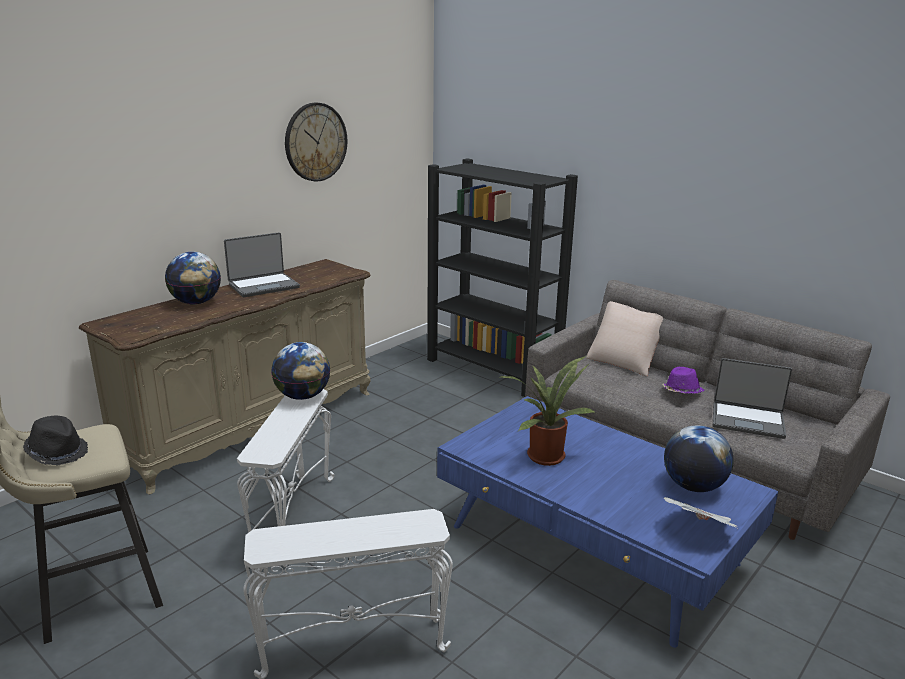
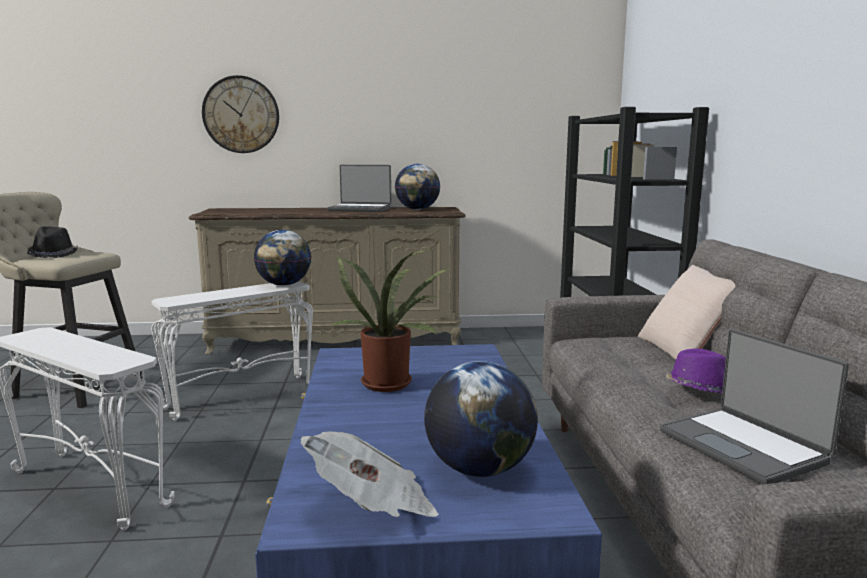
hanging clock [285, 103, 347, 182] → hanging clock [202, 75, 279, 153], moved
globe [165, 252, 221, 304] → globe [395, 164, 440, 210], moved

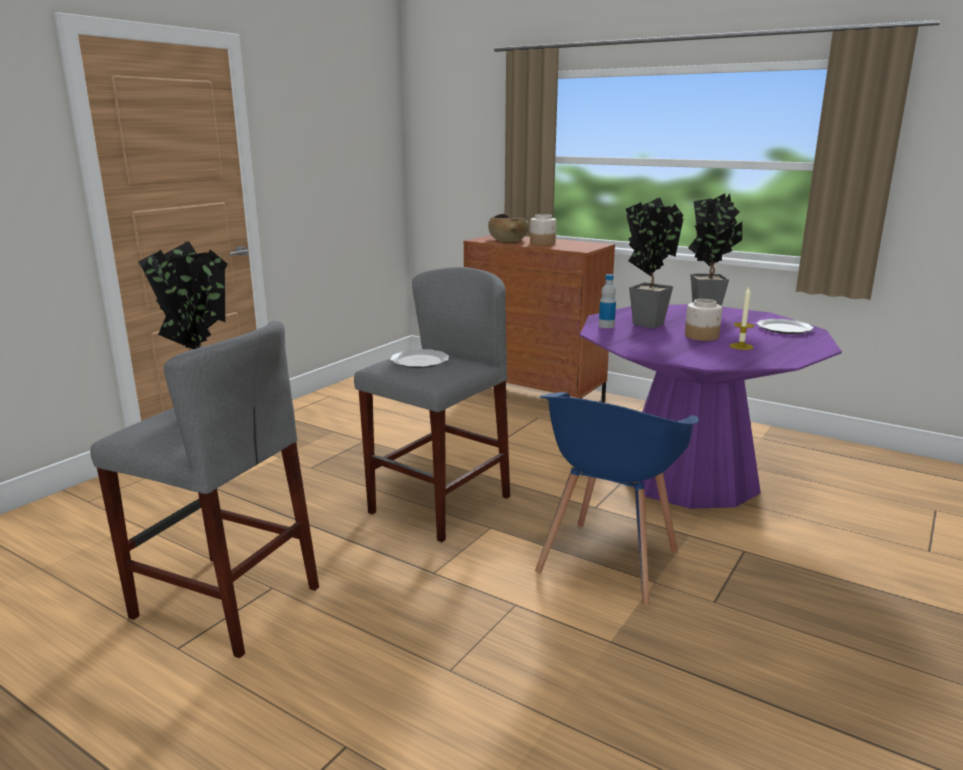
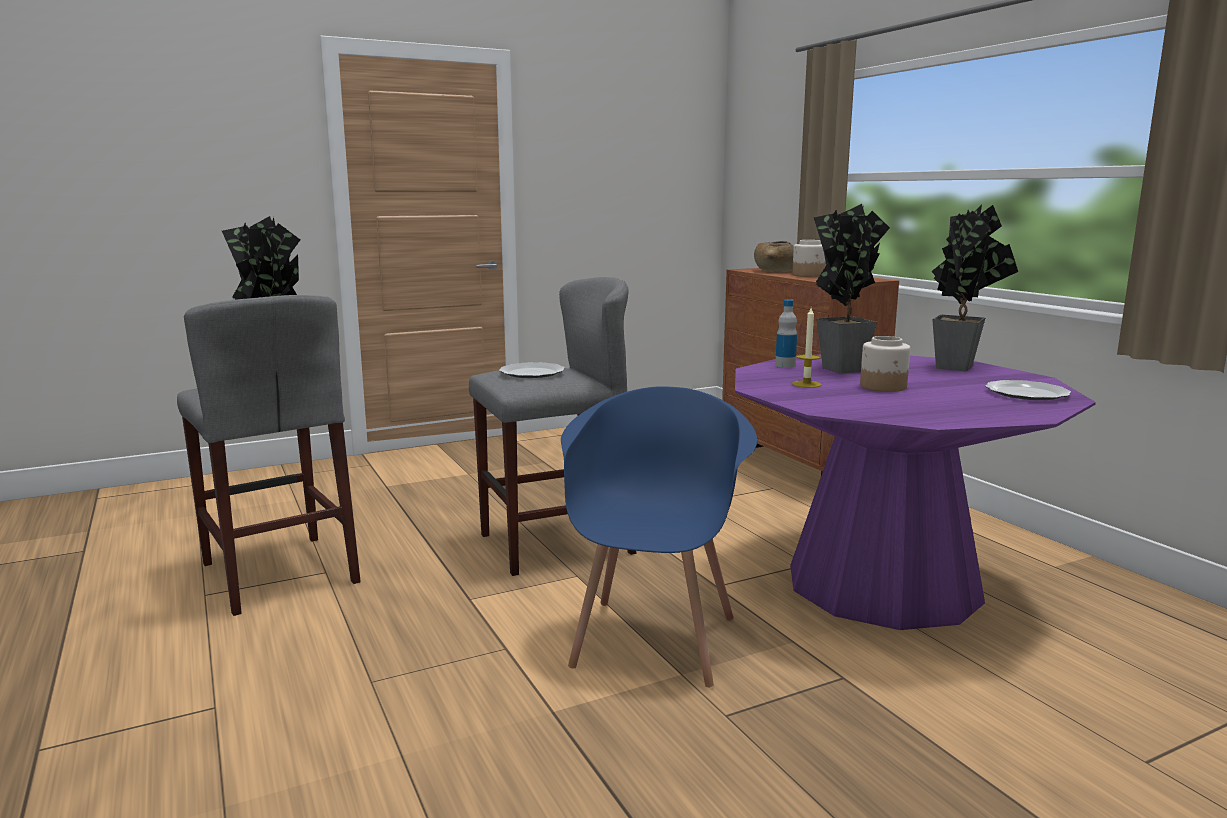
blue-coloured chair [535, 392, 699, 606] → blue-coloured chair [561, 386, 757, 688], 135 degrees clockwise
candle [730, 286, 754, 350] → candle [792, 308, 822, 388], moved

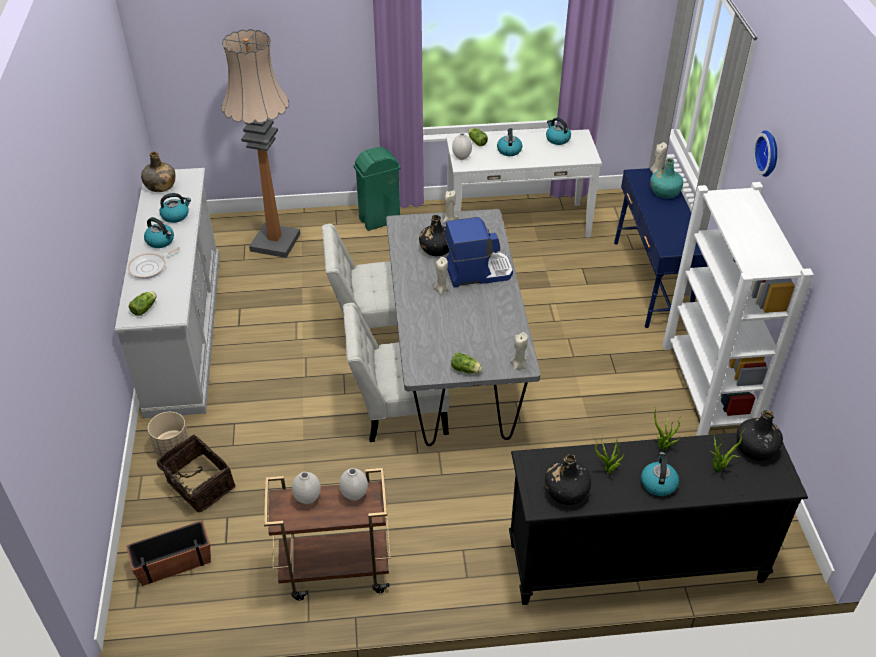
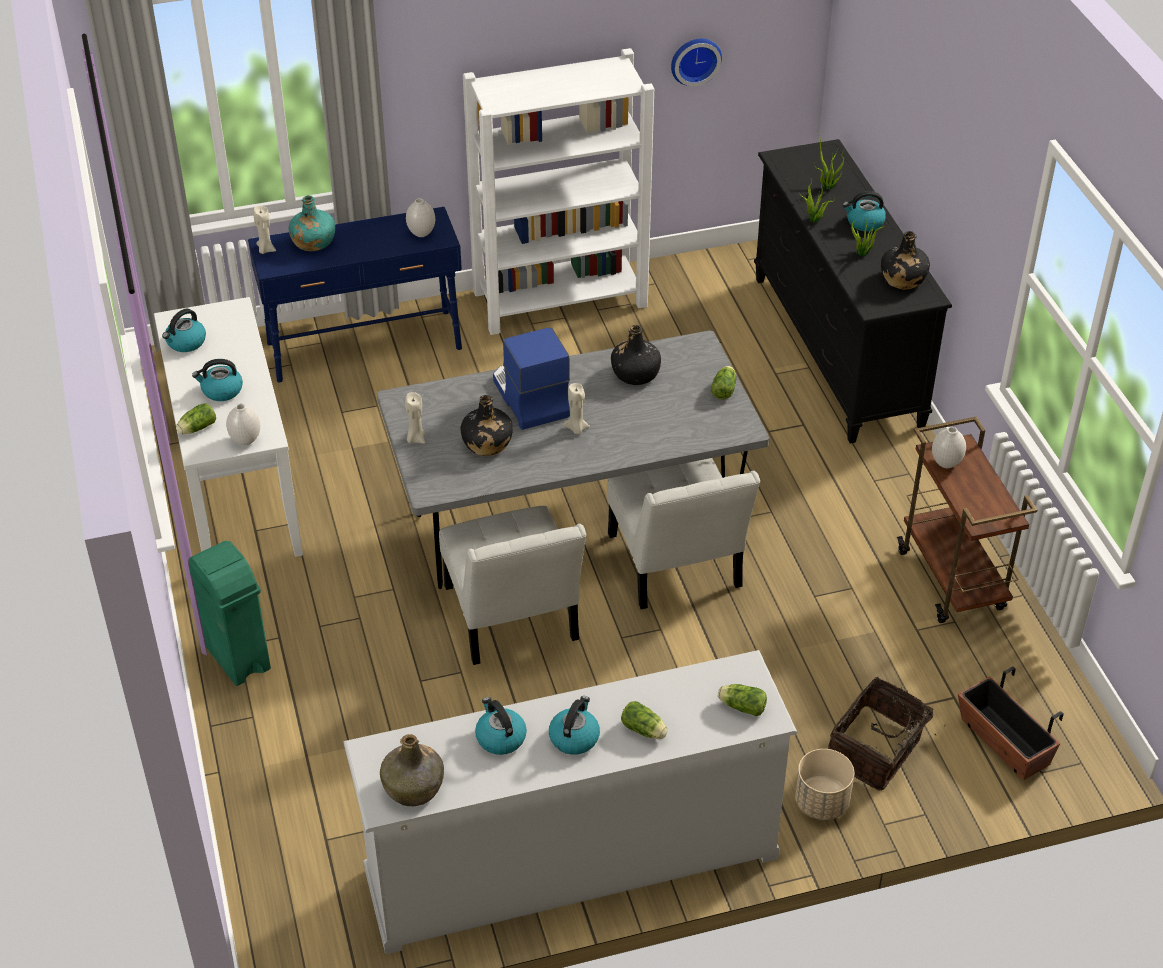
white-coloured decorative vase [292, 472, 321, 504] → white-coloured decorative vase [406, 198, 435, 237], moved
black-coloured beverage bottle [737, 410, 783, 461] → black-coloured beverage bottle [611, 325, 661, 385], moved
skillet [127, 247, 180, 279] → lettuce head [621, 701, 668, 739]
hanging clock [753, 130, 777, 177] → hanging clock [671, 39, 722, 86], moved
standing lamp [221, 29, 300, 258] → -
sand-coloured candle [511, 332, 528, 370] → -

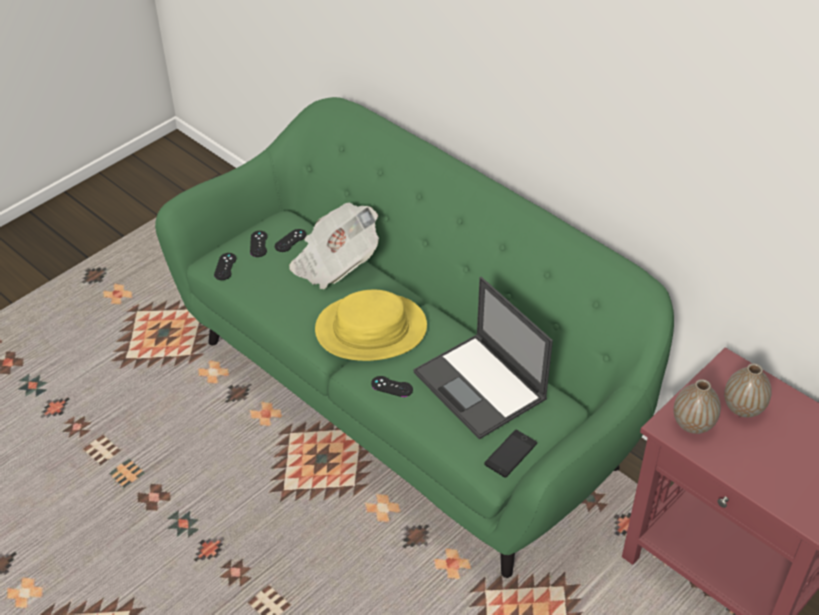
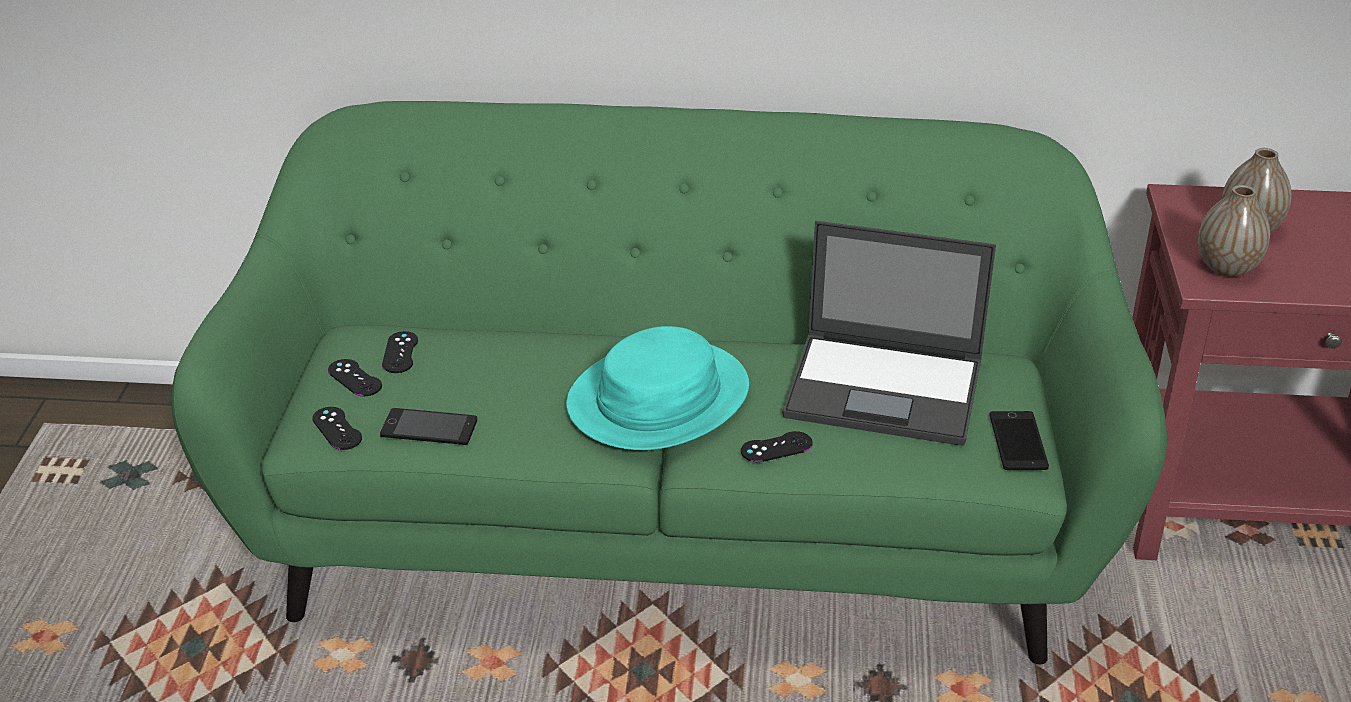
- → handset [380, 408, 477, 445]
yellow-coloured clothing hat [315, 290, 427, 361] → turquoise-coloured clothing hat [566, 326, 749, 450]
printed paper [289, 203, 379, 290] → -

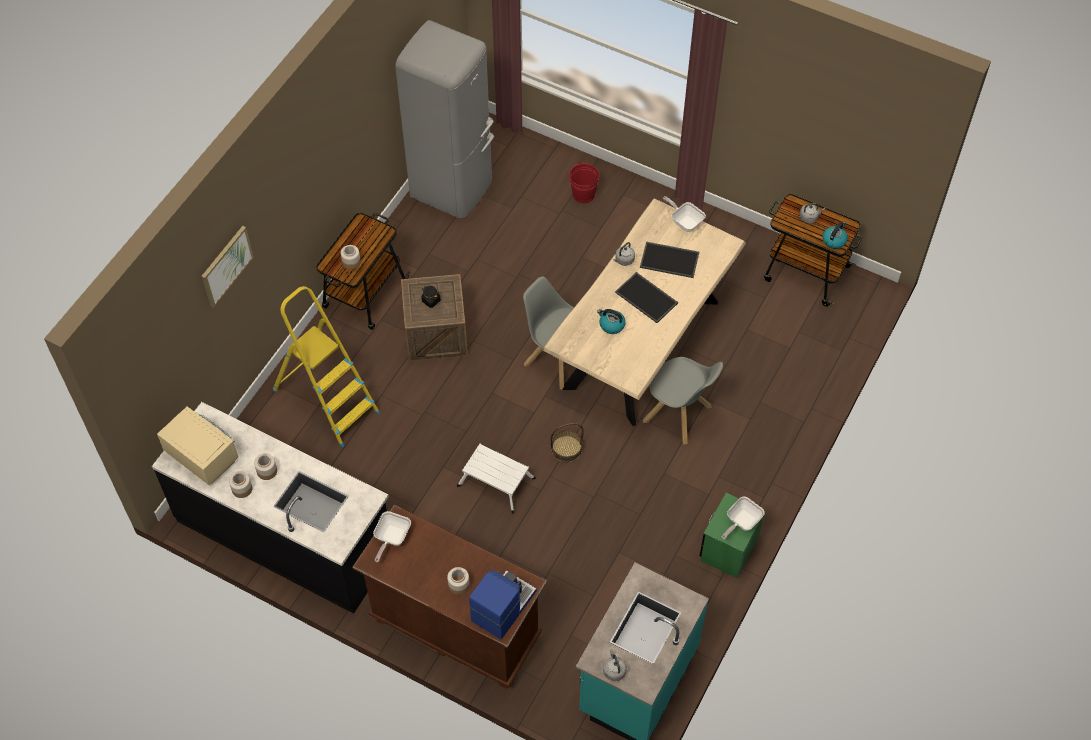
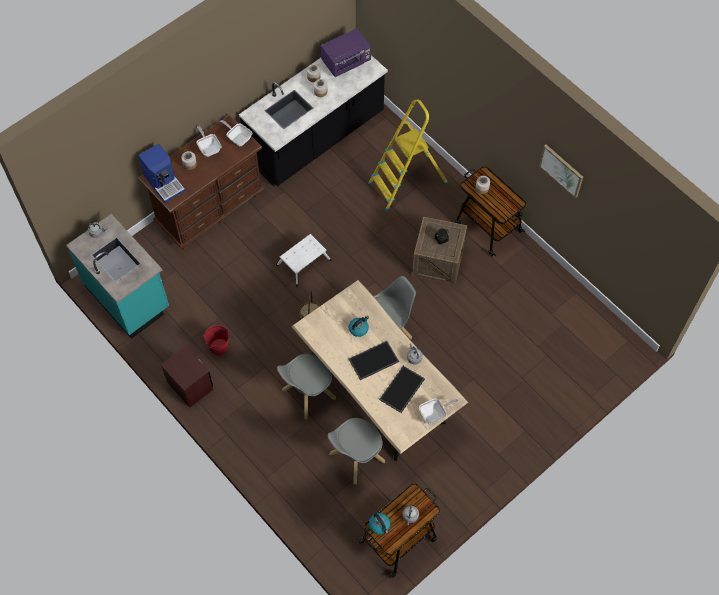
greenish bedside table [700, 493, 765, 578] → brown-coloured bedside table [161, 346, 213, 408]
skillet [722, 496, 765, 539] → skillet [197, 126, 221, 157], moved
reddish bucket [569, 162, 599, 203] → reddish bucket [203, 325, 231, 356], moved
sand-coloured kitchen microwave [157, 406, 239, 485] → purple kitchen microwave [321, 28, 371, 77]
- → grey chair [328, 418, 385, 485]
picture [201, 226, 254, 307] → picture [539, 145, 583, 198], moved
grey kitchen fridge [395, 20, 494, 218] → -

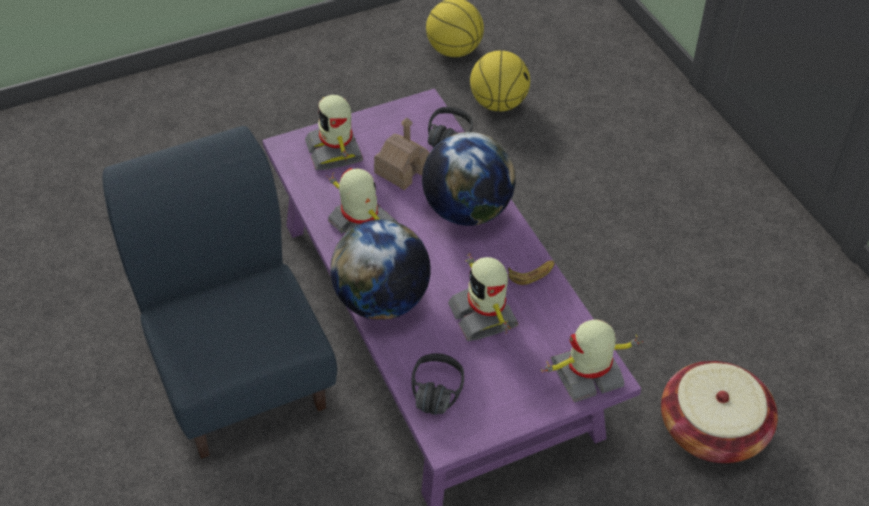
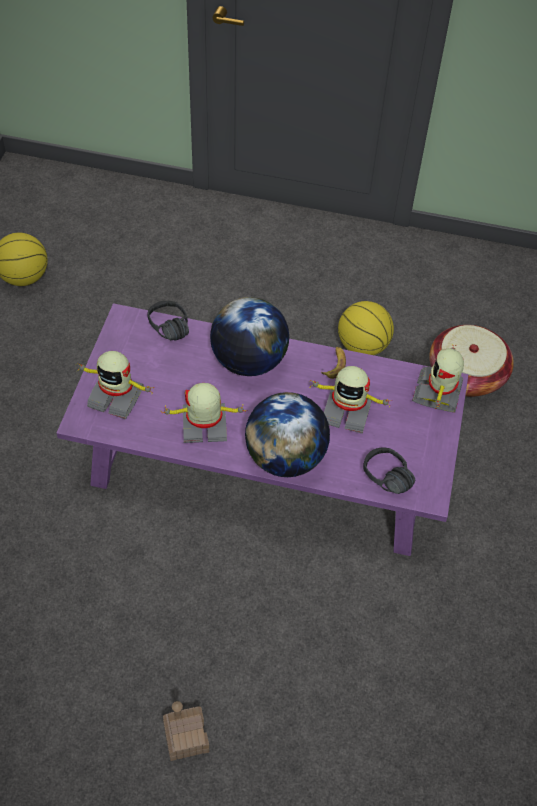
model house [374, 118, 429, 190] → model house [163, 701, 209, 761], moved
basketball ball [470, 50, 530, 111] → basketball ball [338, 301, 394, 355], moved
blue-coloured chair [102, 126, 337, 459] → -

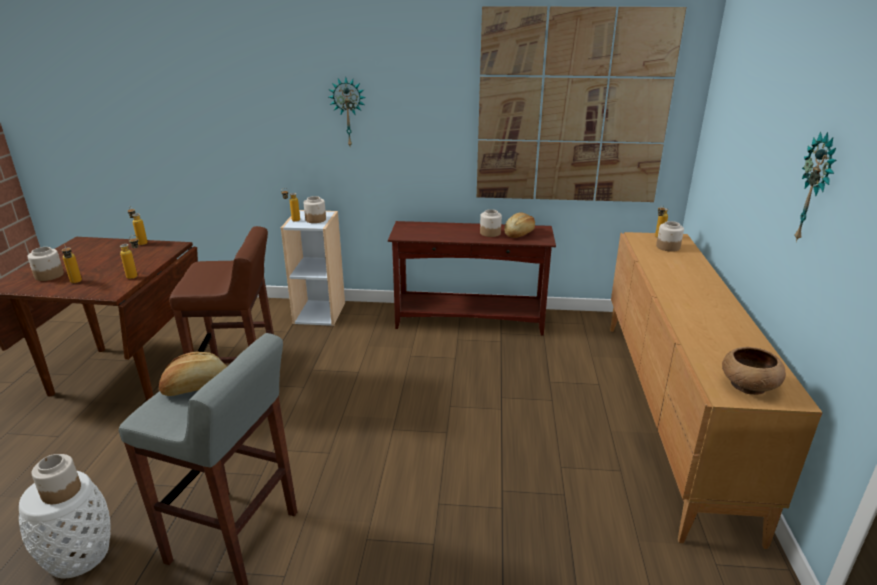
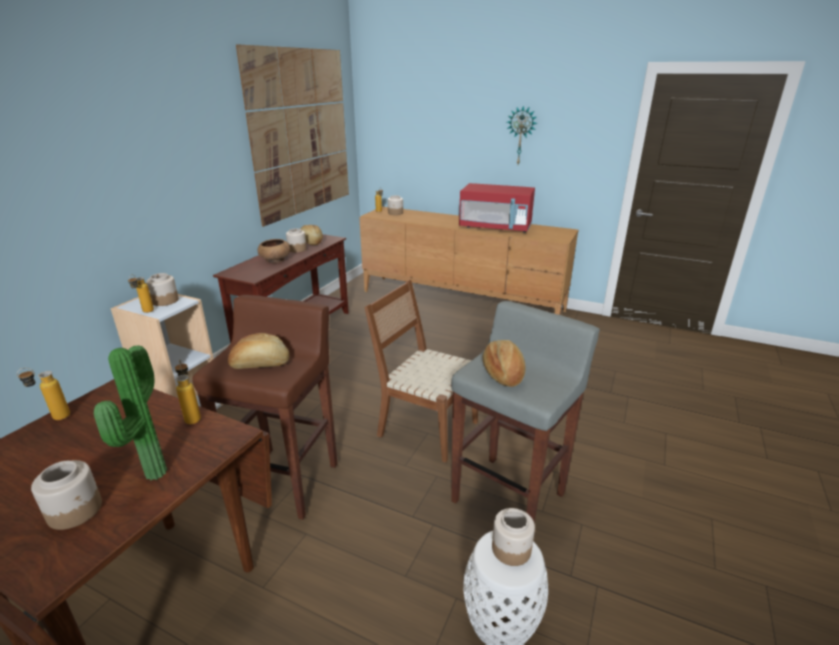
beverage bottle [62, 246, 82, 283] → houseplant [94, 346, 167, 480]
- → baked bread [228, 333, 290, 369]
brown-coloured bowl [722, 347, 786, 395] → brown-coloured bowl [258, 239, 290, 263], moved
- → chair [365, 280, 478, 463]
- → reddish kitchen microwave [459, 183, 535, 233]
hanging clock [329, 77, 366, 146] → -

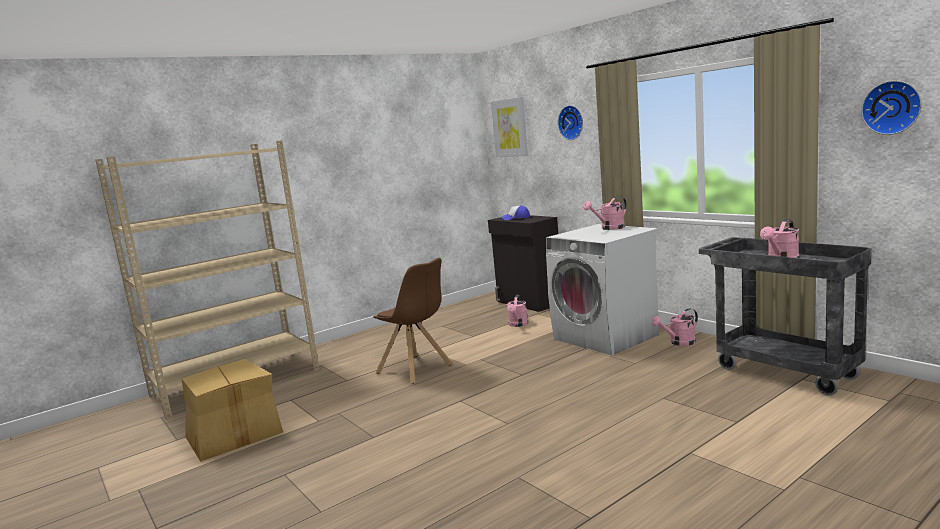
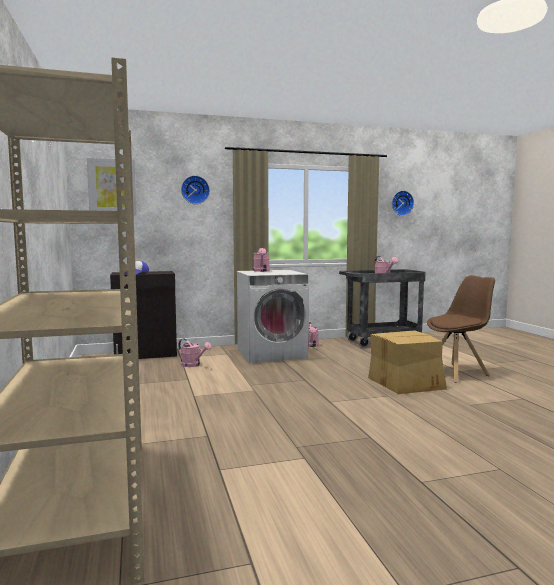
packing box [182, 359, 283, 462] → packing box [368, 330, 447, 394], moved
brown-coloured chair [373, 258, 453, 384] → brown-coloured chair [427, 275, 495, 383], moved

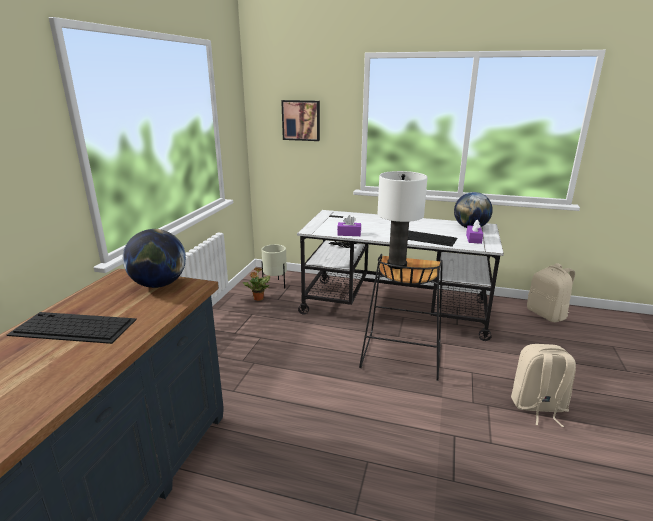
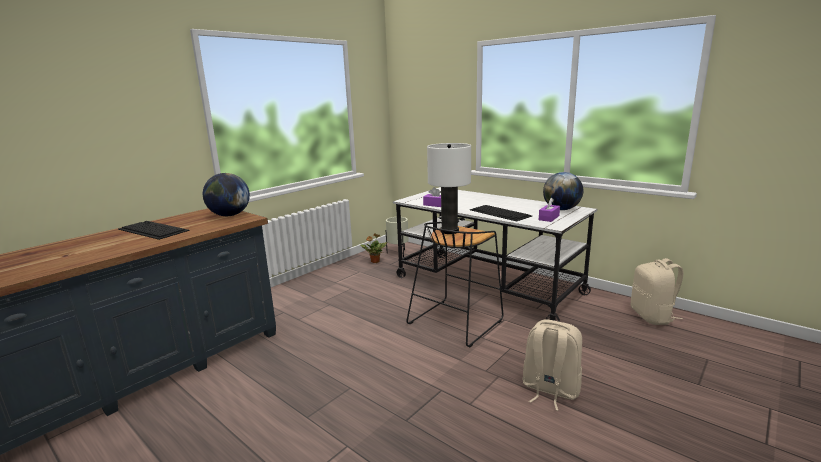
picture [281, 100, 320, 141] → -

